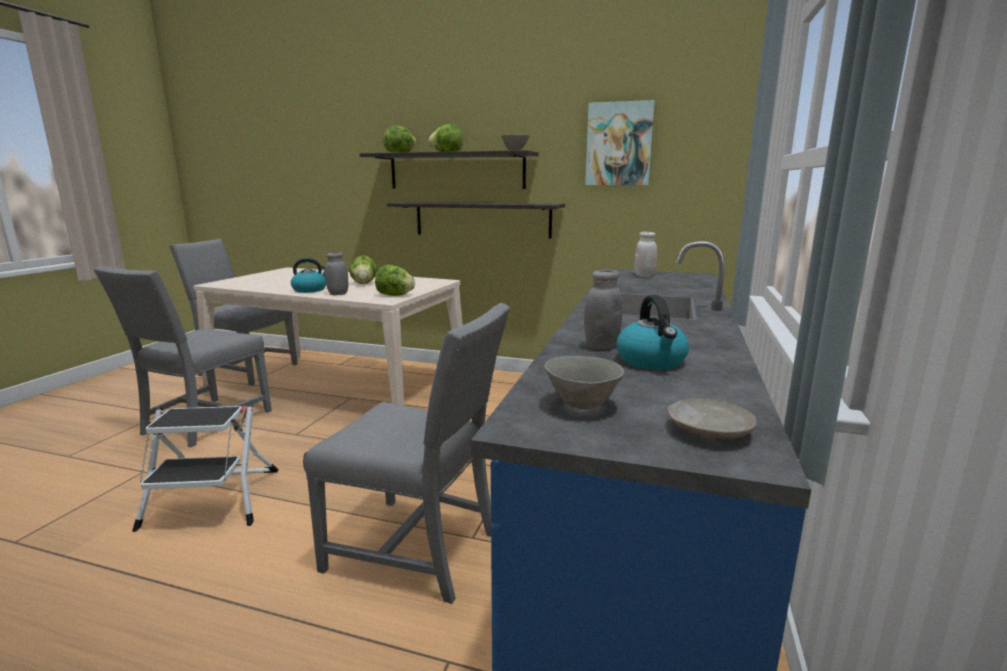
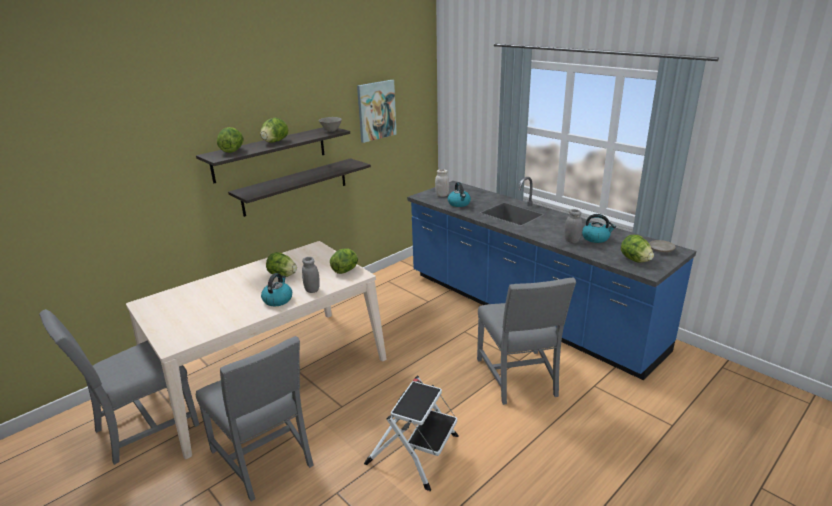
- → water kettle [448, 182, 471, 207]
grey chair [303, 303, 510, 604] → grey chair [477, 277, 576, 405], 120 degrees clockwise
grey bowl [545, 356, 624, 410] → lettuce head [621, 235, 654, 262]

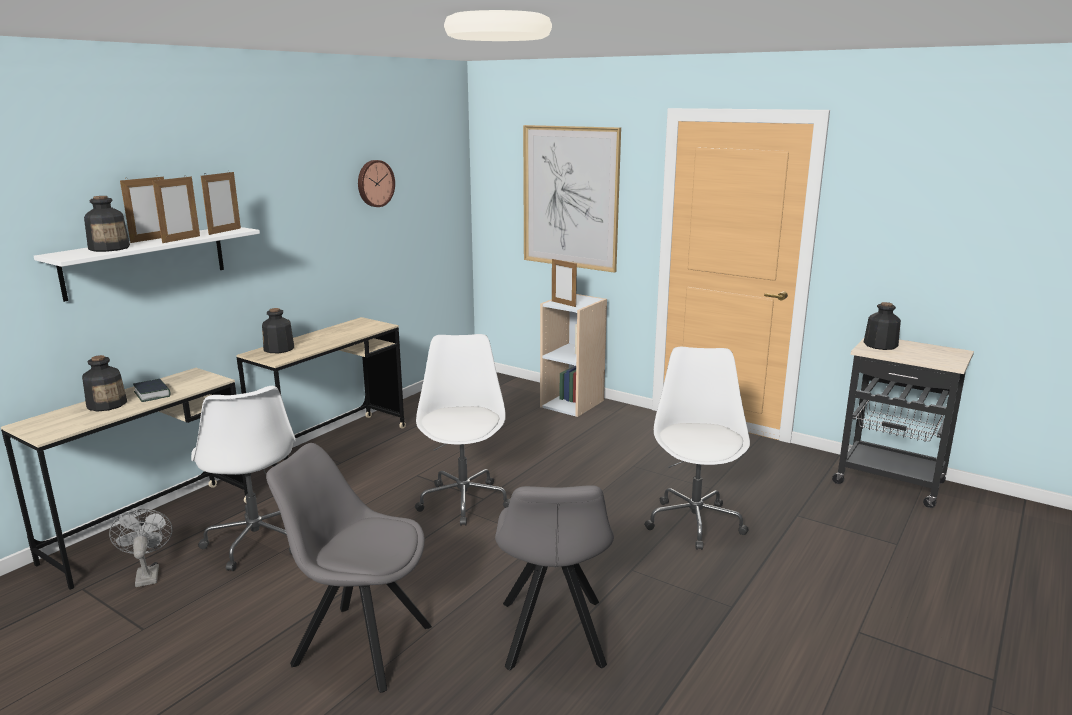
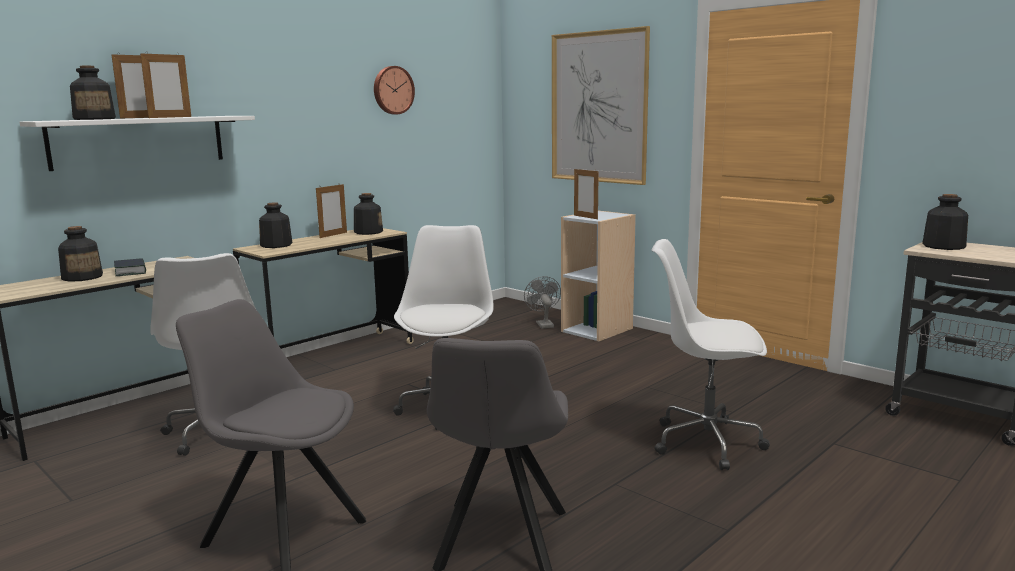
standing frame [201, 170, 241, 235] → standing frame [316, 184, 347, 238], moved
- → beverage bottle [354, 193, 383, 235]
grey electric fan [109, 509, 173, 587] → grey electric fan [524, 276, 561, 329], moved
white-coloured desk chair [644, 347, 750, 550] → white-coloured desk chair [651, 239, 770, 470], 90 degrees counterclockwise

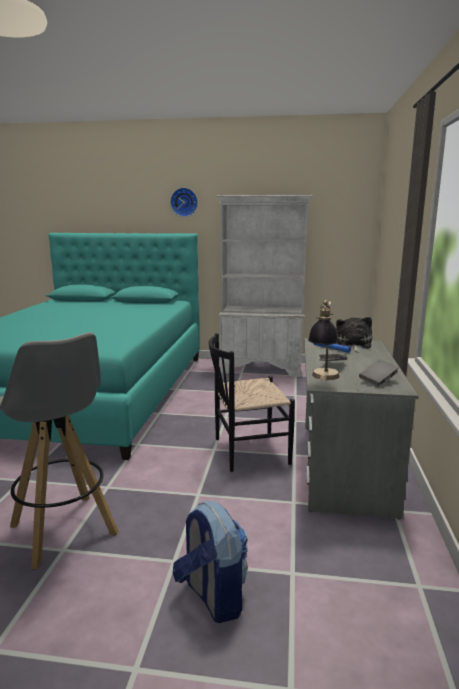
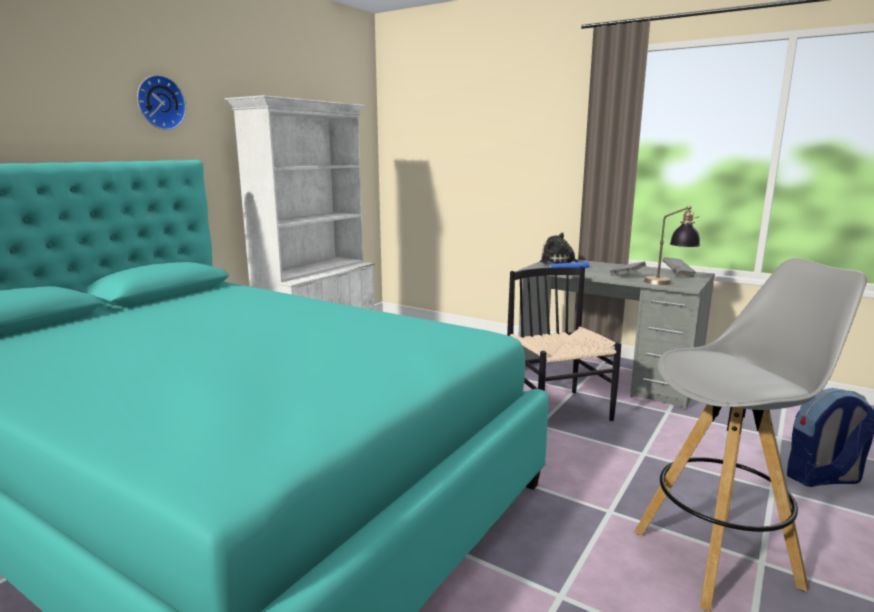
black-coloured chair [209, 333, 295, 472] → black-coloured chair [507, 266, 621, 421], 150 degrees clockwise

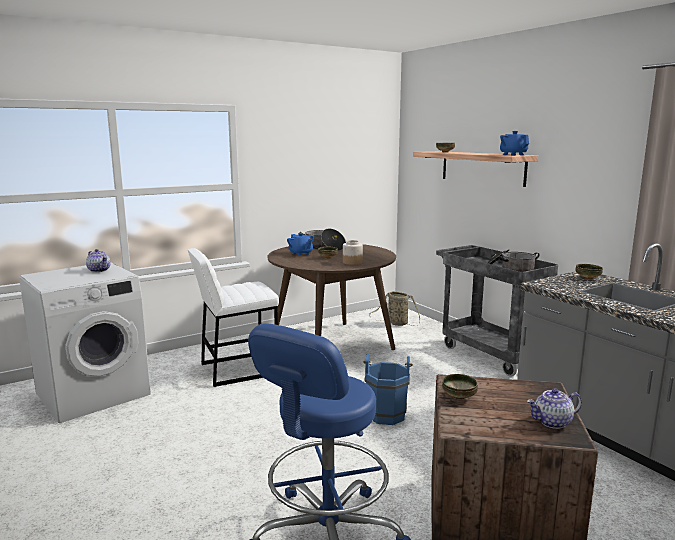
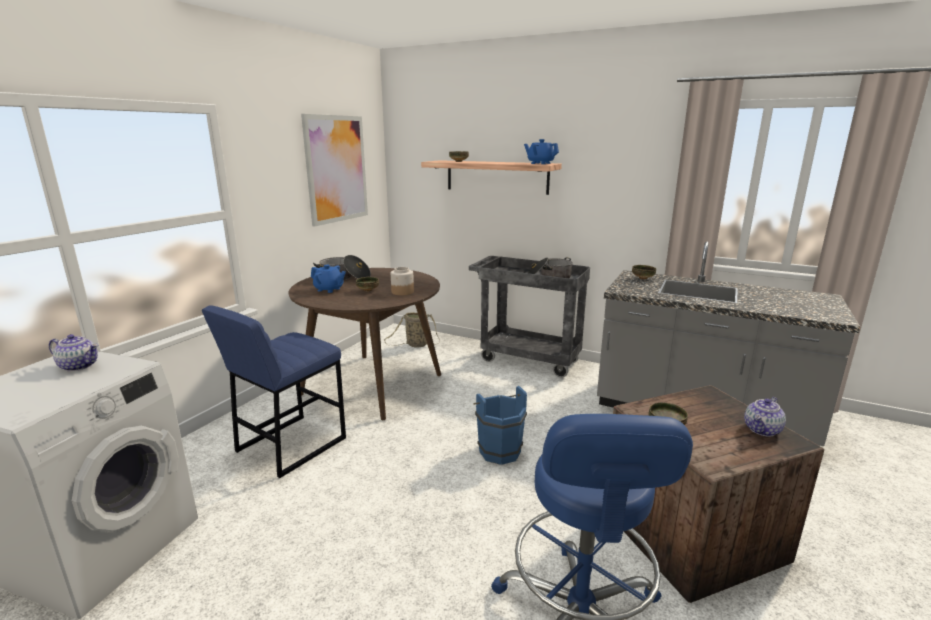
white-coloured chair [188, 248, 279, 387] → blue-coloured chair [202, 305, 346, 478]
- → picture [301, 114, 368, 227]

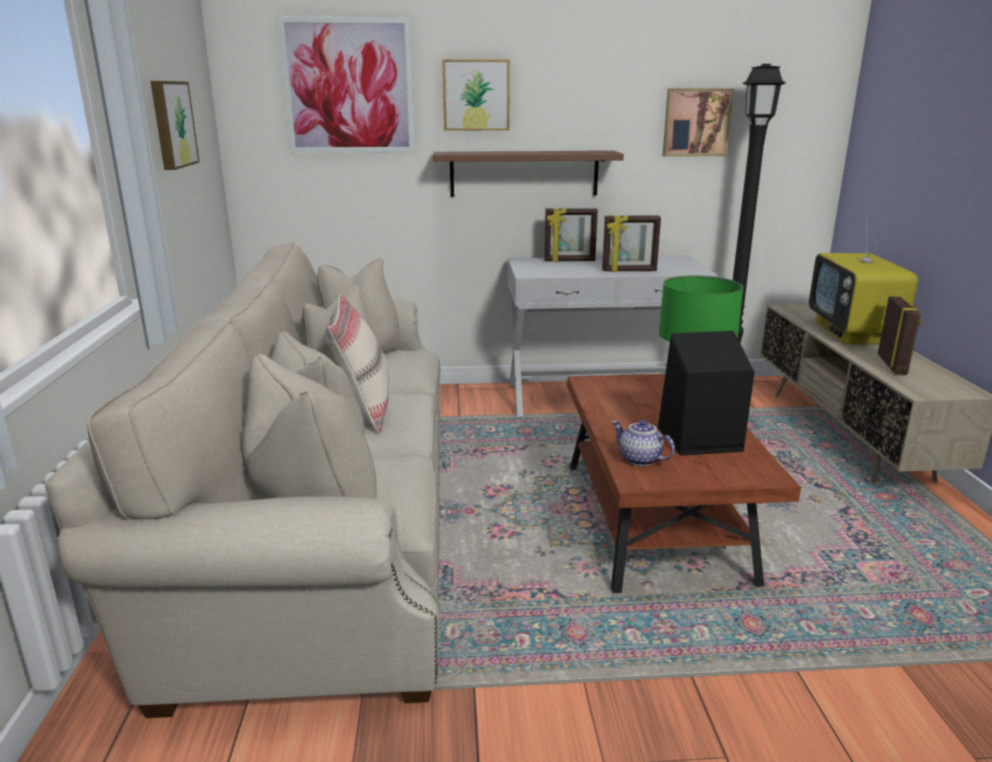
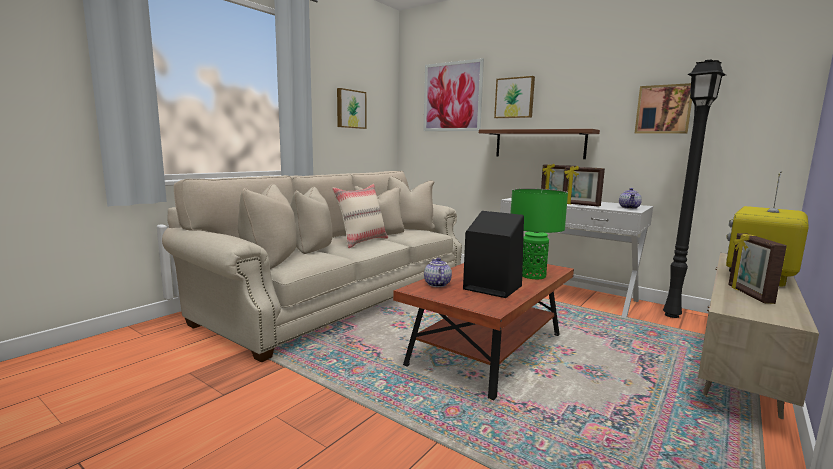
- → tea pot [619, 188, 642, 209]
standing frame [878, 296, 922, 375] → standing frame [728, 233, 787, 304], 135 degrees clockwise

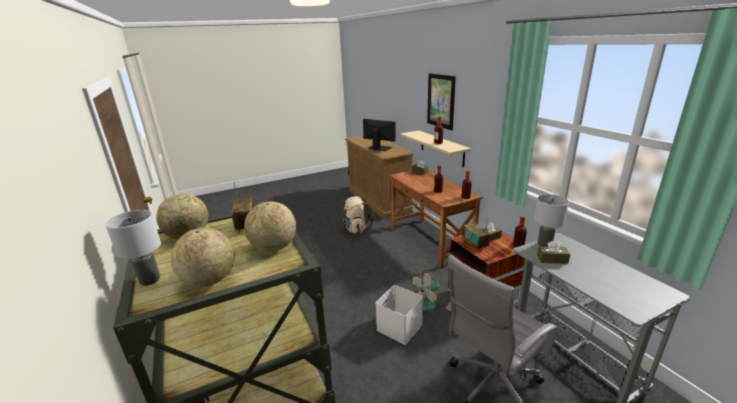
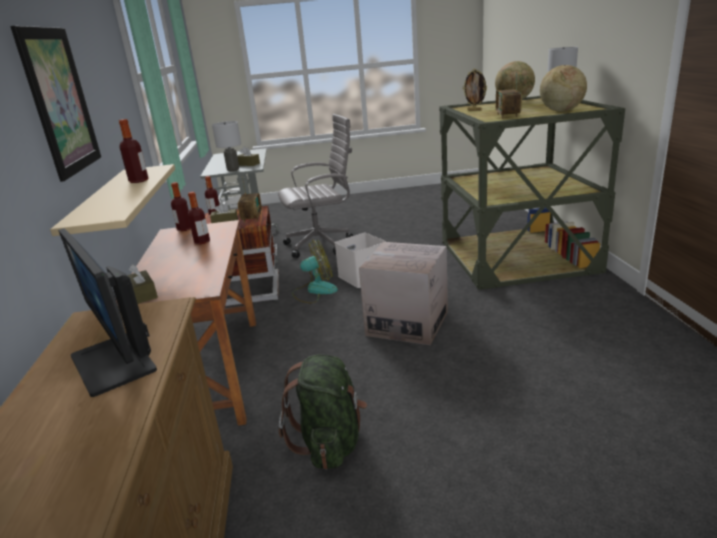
sand-coloured backpack [341, 196, 373, 234] → greenish backpack [279, 354, 367, 469]
- → packing box [359, 242, 448, 345]
globe [244, 202, 296, 252] → standing frame [463, 69, 487, 111]

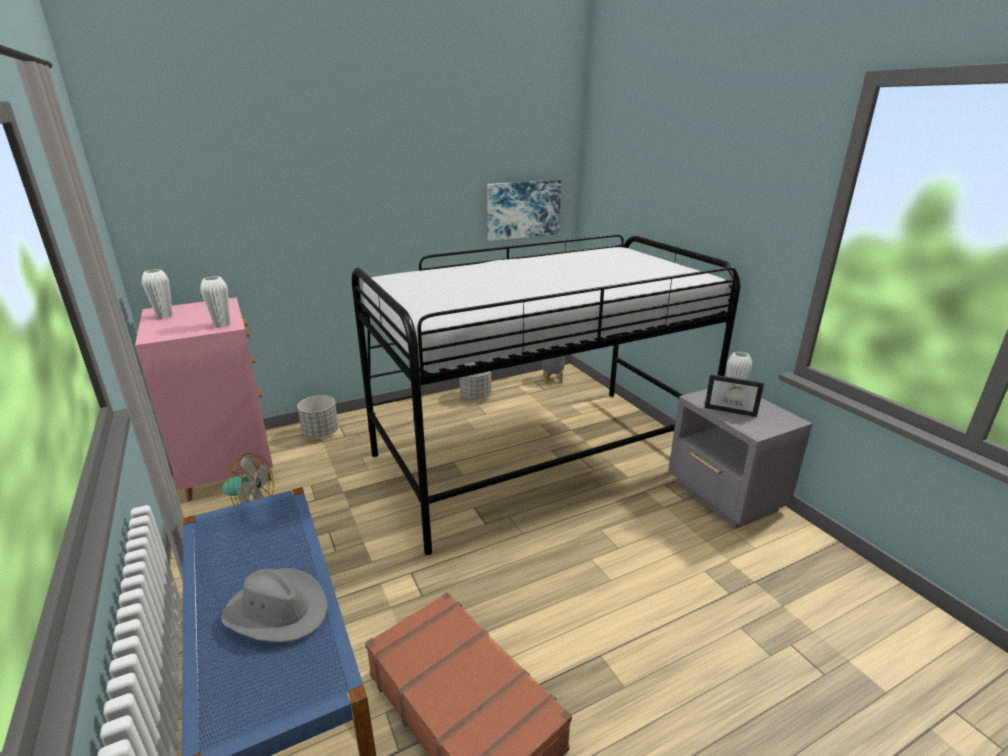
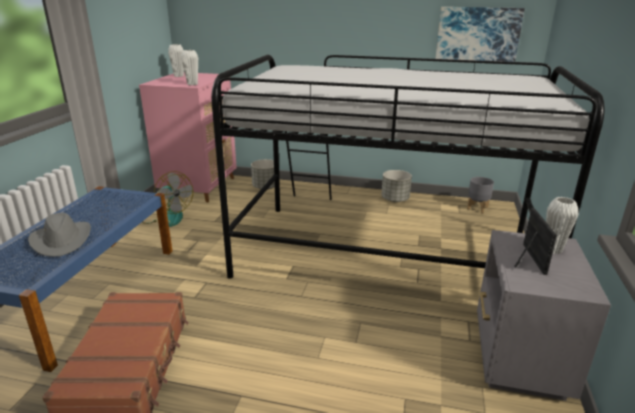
standing frame [705, 374, 764, 417] → standing frame [515, 208, 557, 275], 150 degrees counterclockwise

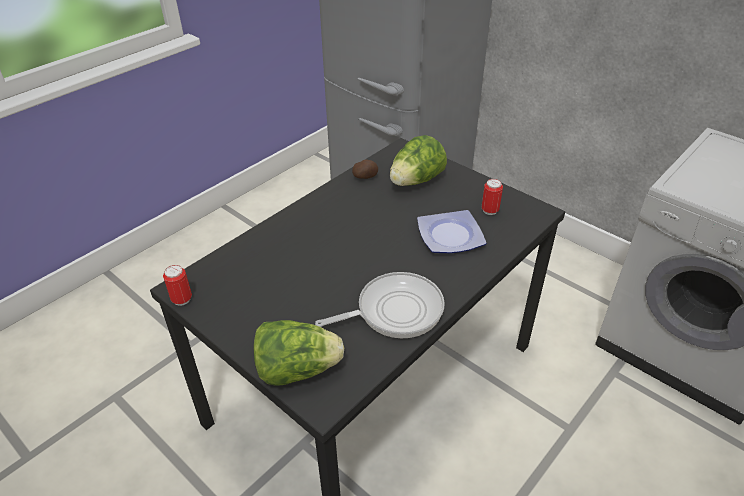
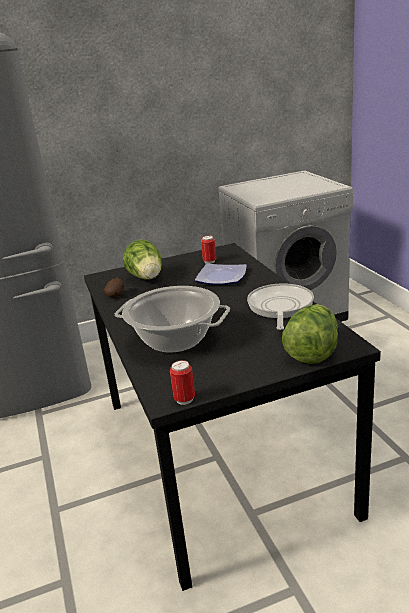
- → cooking pot [115, 286, 230, 353]

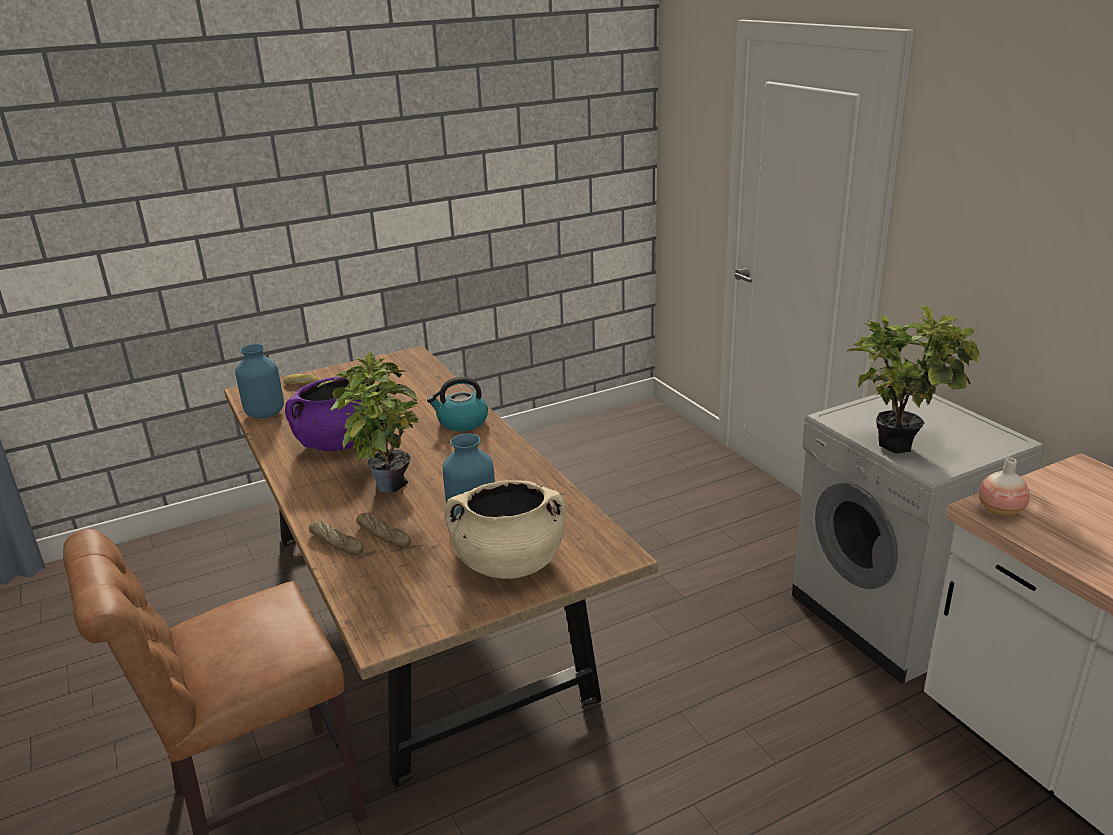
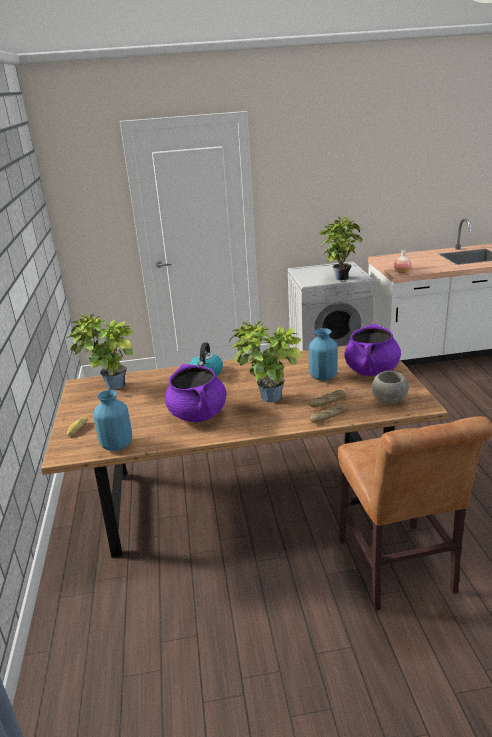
- → houseplant [66, 314, 133, 390]
sand-coloured cooking pot [445, 480, 566, 579] → purple cooking pot [344, 324, 401, 376]
- → grey bowl [372, 371, 409, 404]

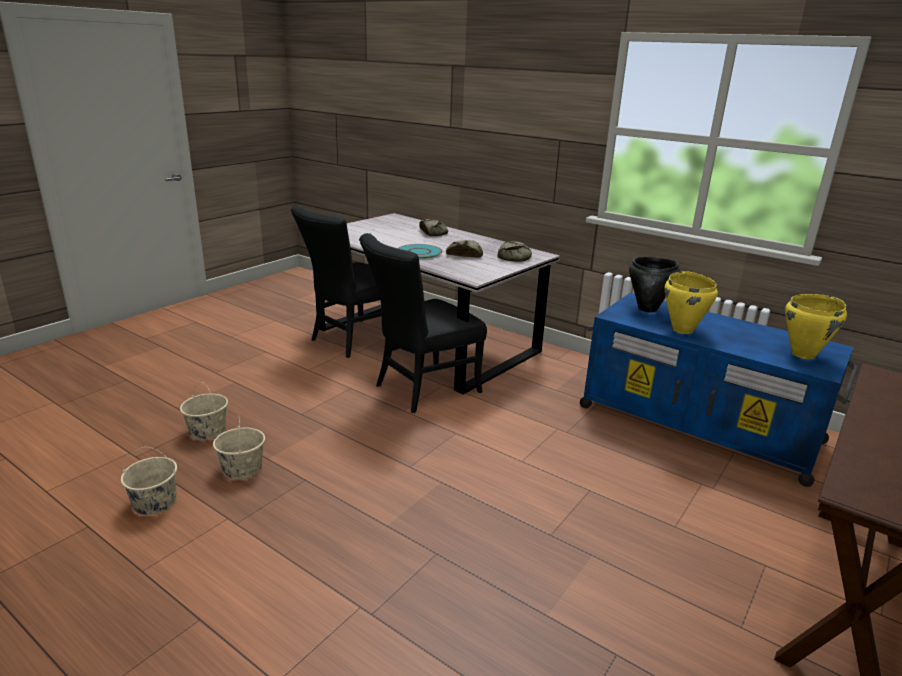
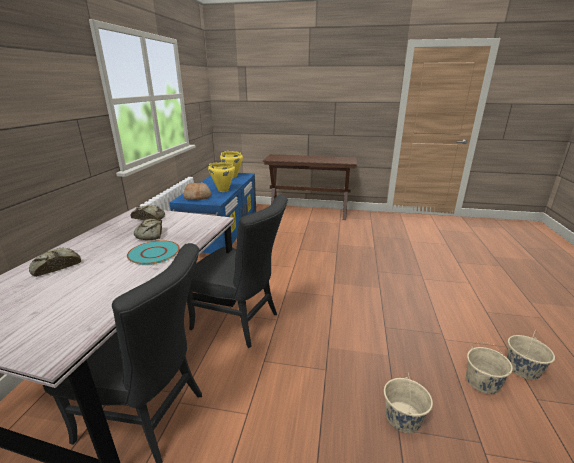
black-coloured cooking pot [629, 257, 680, 313] → baked bread [183, 182, 211, 200]
sand-coloured bucket [213, 416, 265, 479] → sand-coloured bucket [507, 330, 555, 380], moved

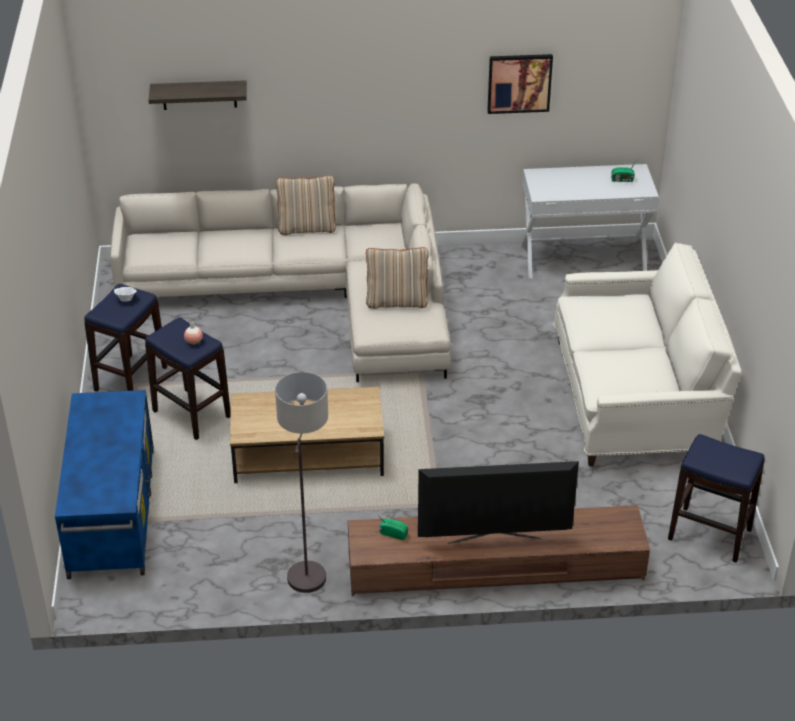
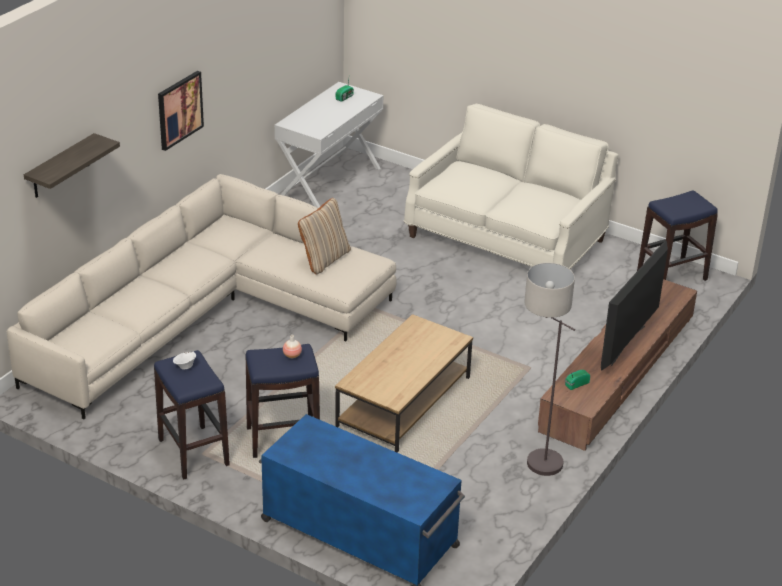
picture [487, 54, 553, 114] → picture [158, 71, 204, 151], moved
sand-coloured pillow [276, 175, 336, 235] → -

